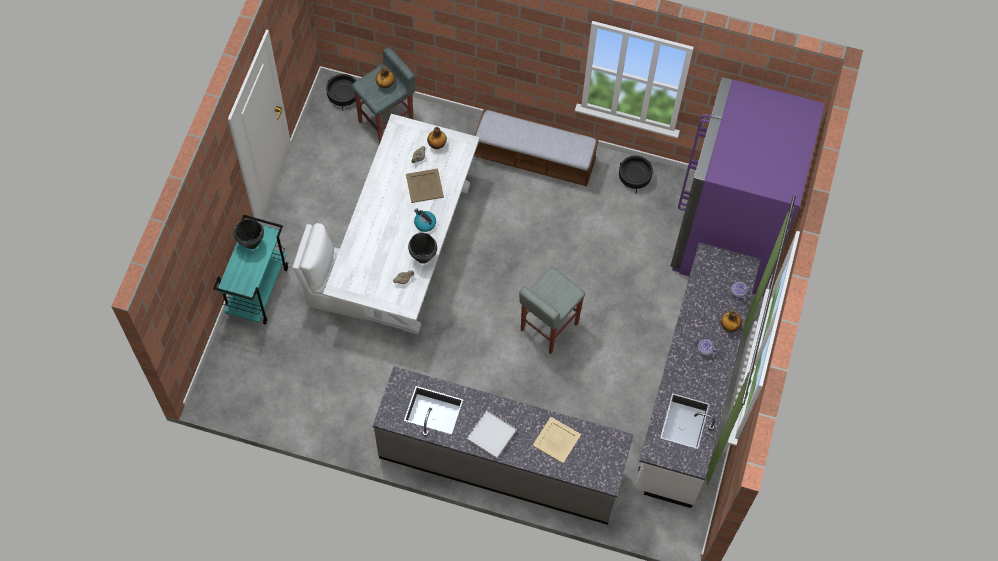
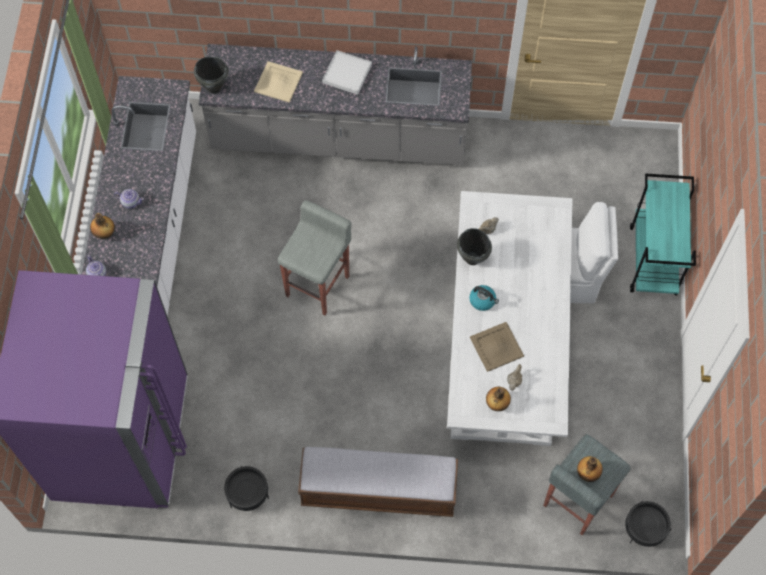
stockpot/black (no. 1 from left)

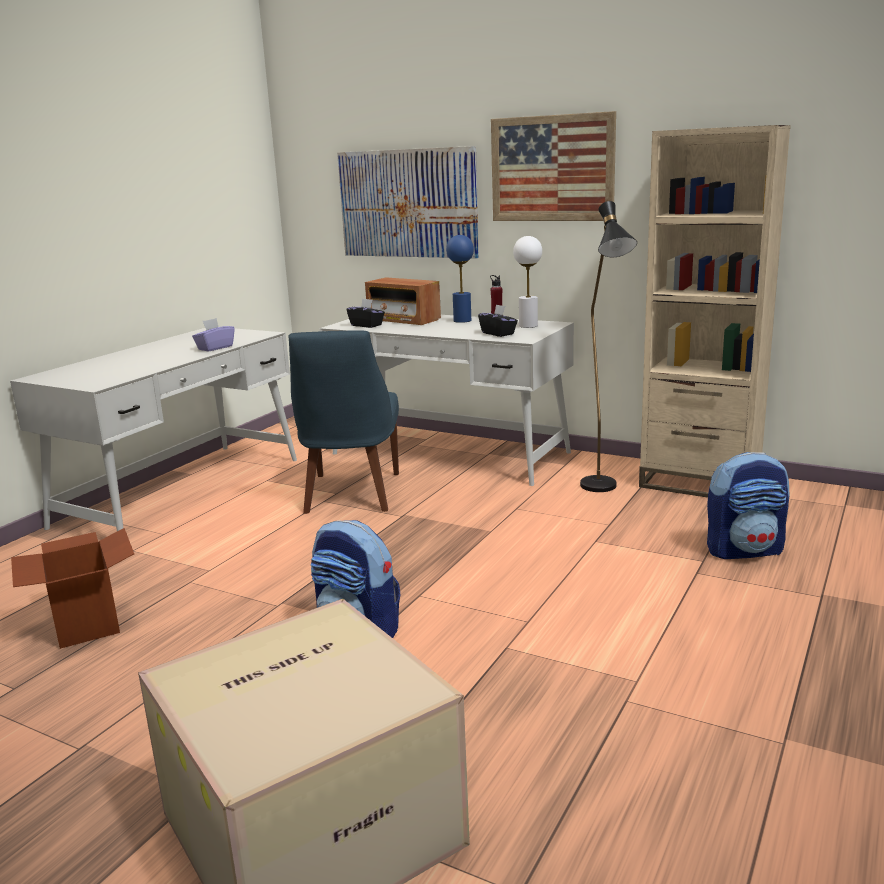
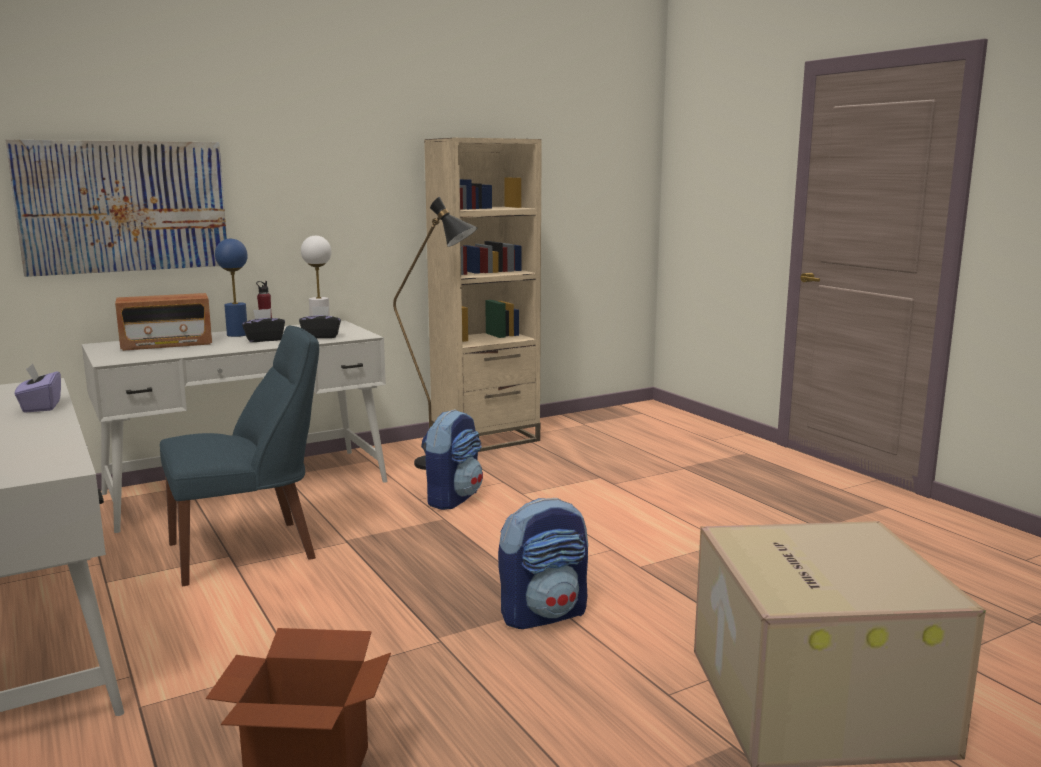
picture (no. 2 from left in the first image); tissue box/black (no. 1 from left); knapsack (no. 1 from left); chair/blue

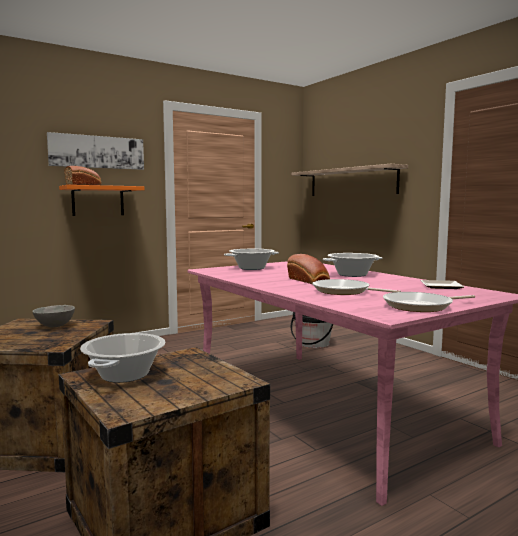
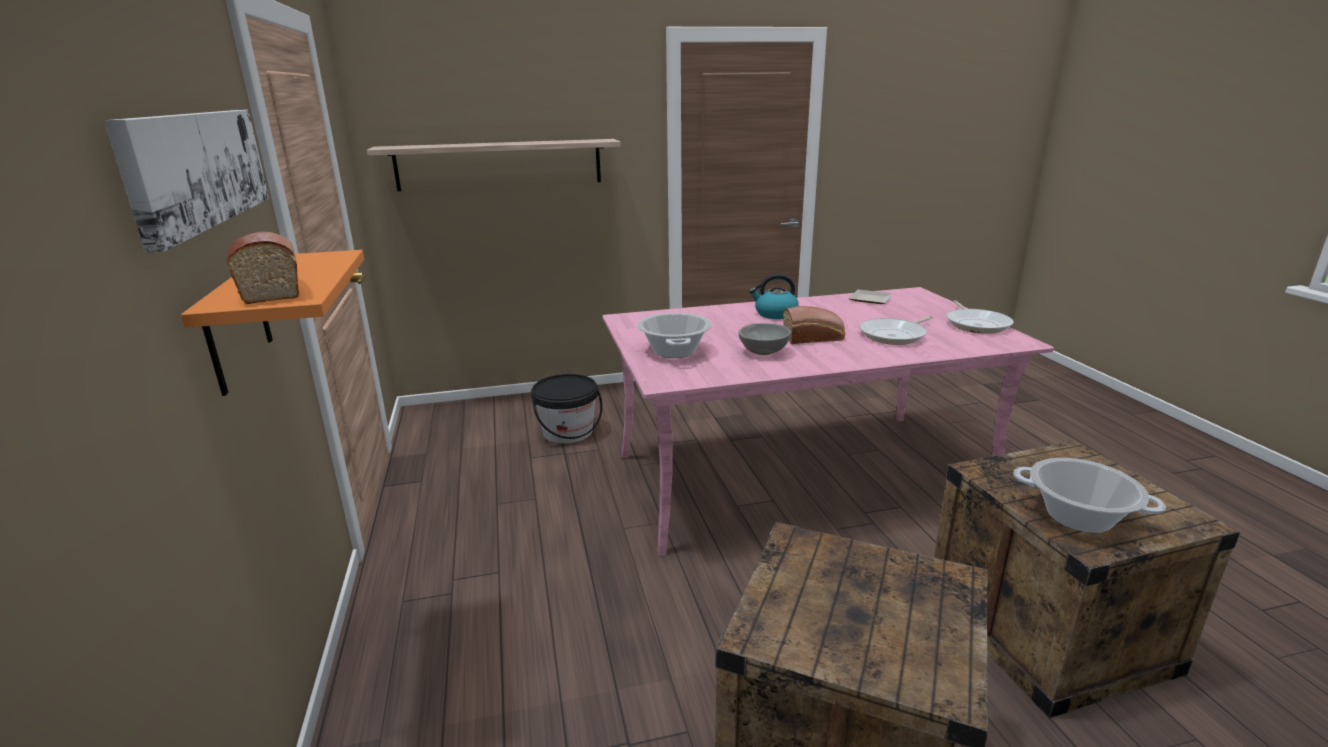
bowl/grey; tea kettle

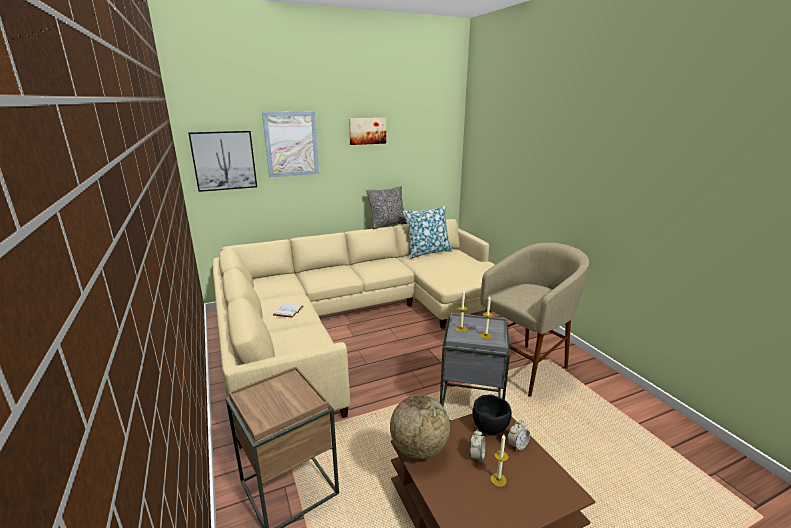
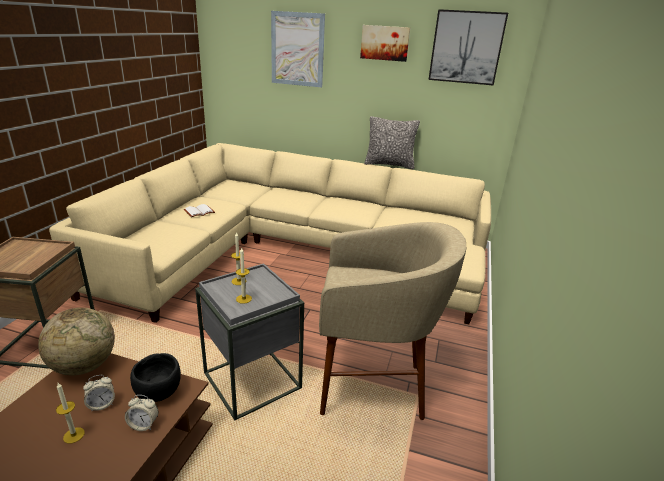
pillow (no. 2 from left in the first image); picture (no. 3 from left)

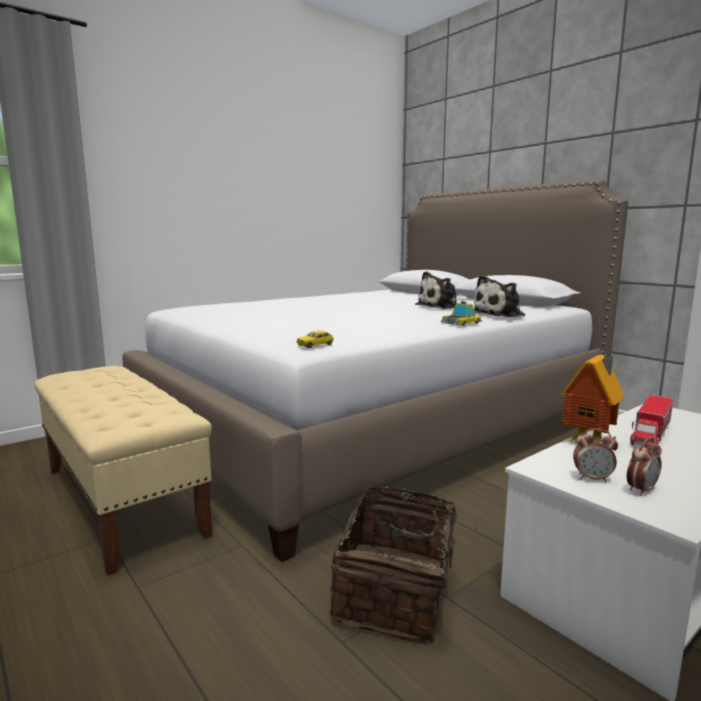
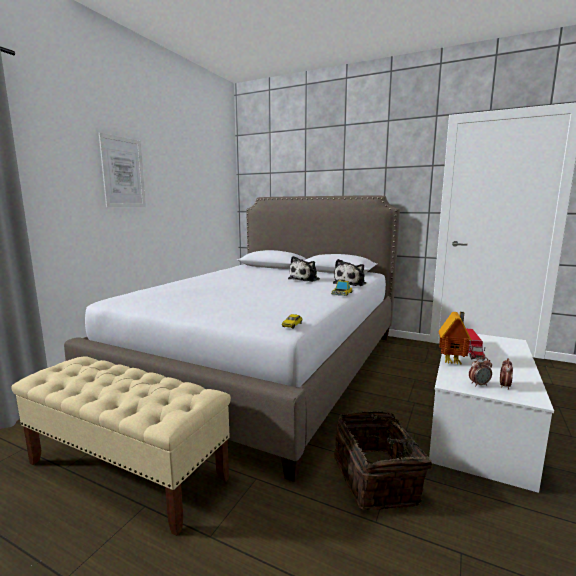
picture

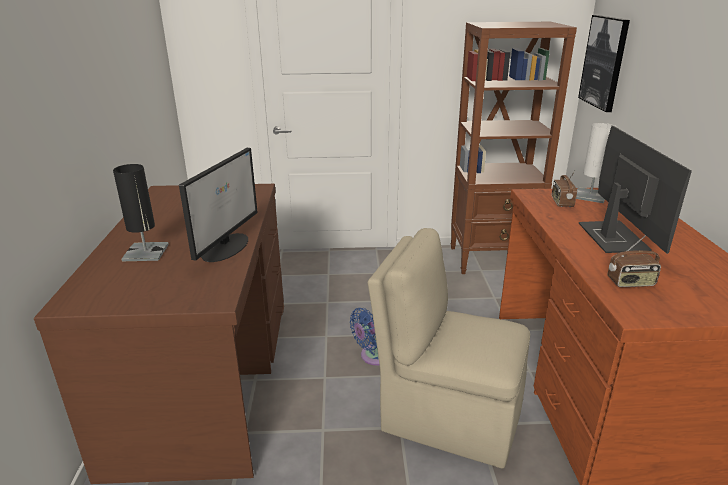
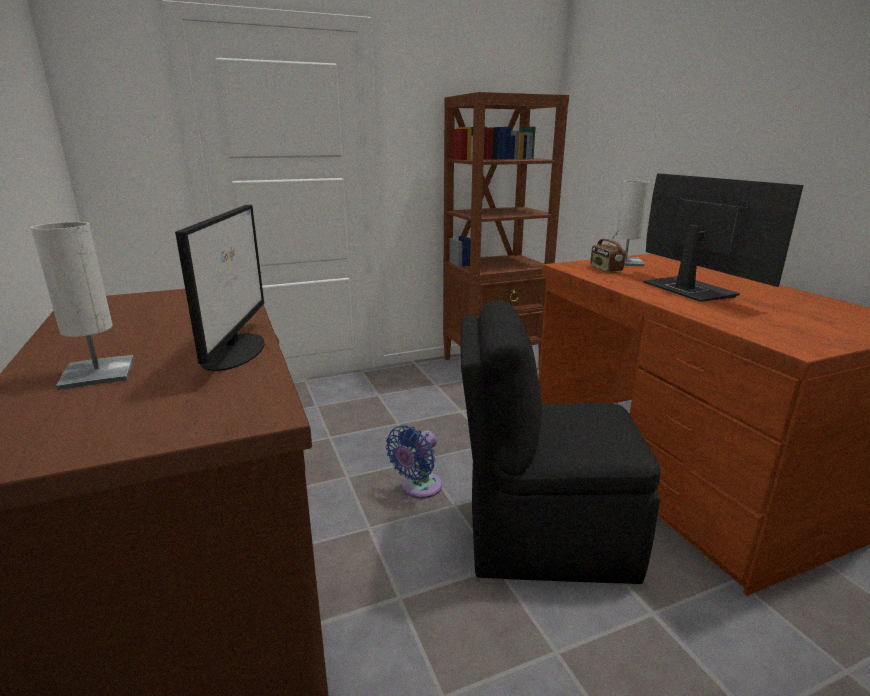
picture; radio set (no. 2 from left in the first image); table lamp/whitish (no. 1 from left); chair/black

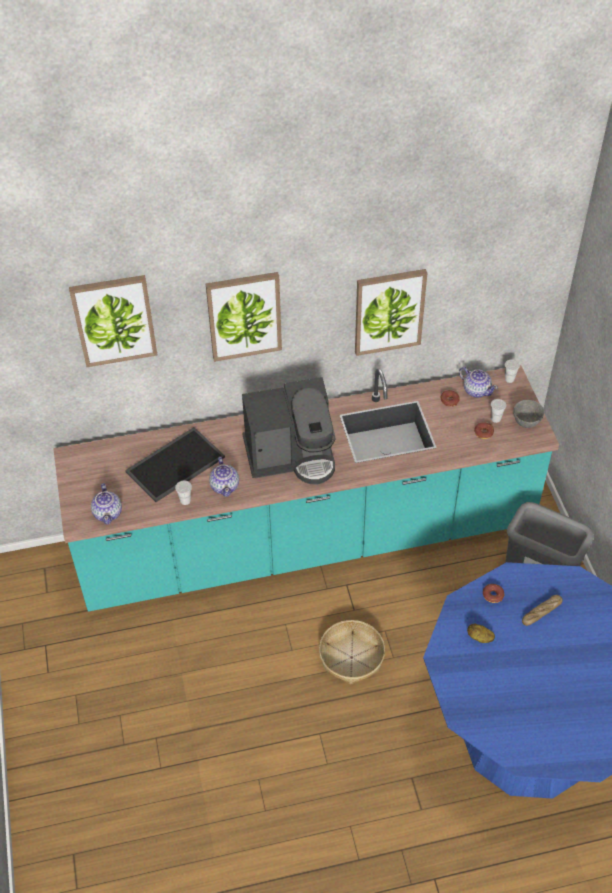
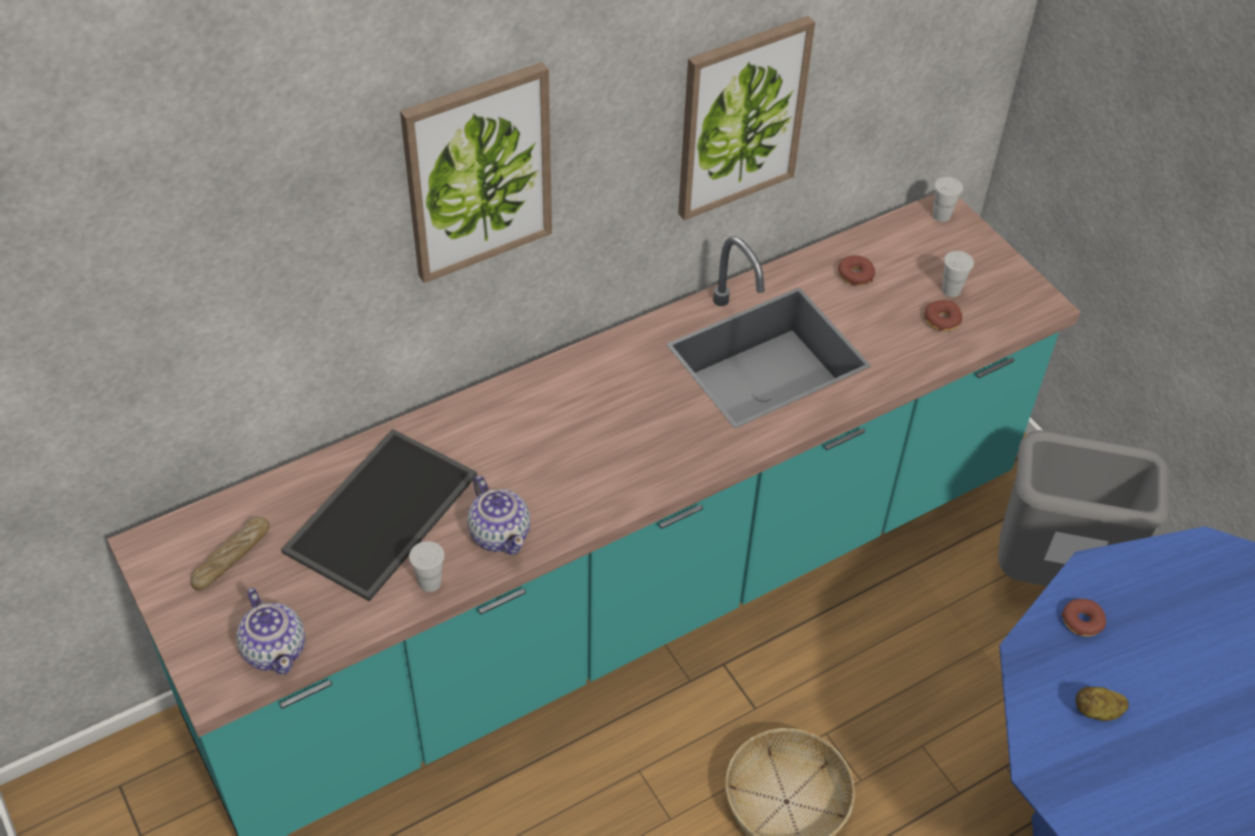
picture (no. 1 from left in the first image); coffee maker; tea pot (no. 3 from left in the first image); bowl/grey; bakery bread

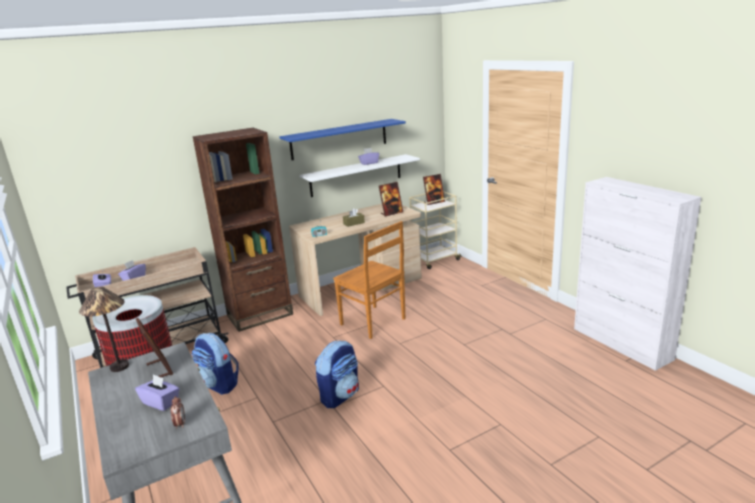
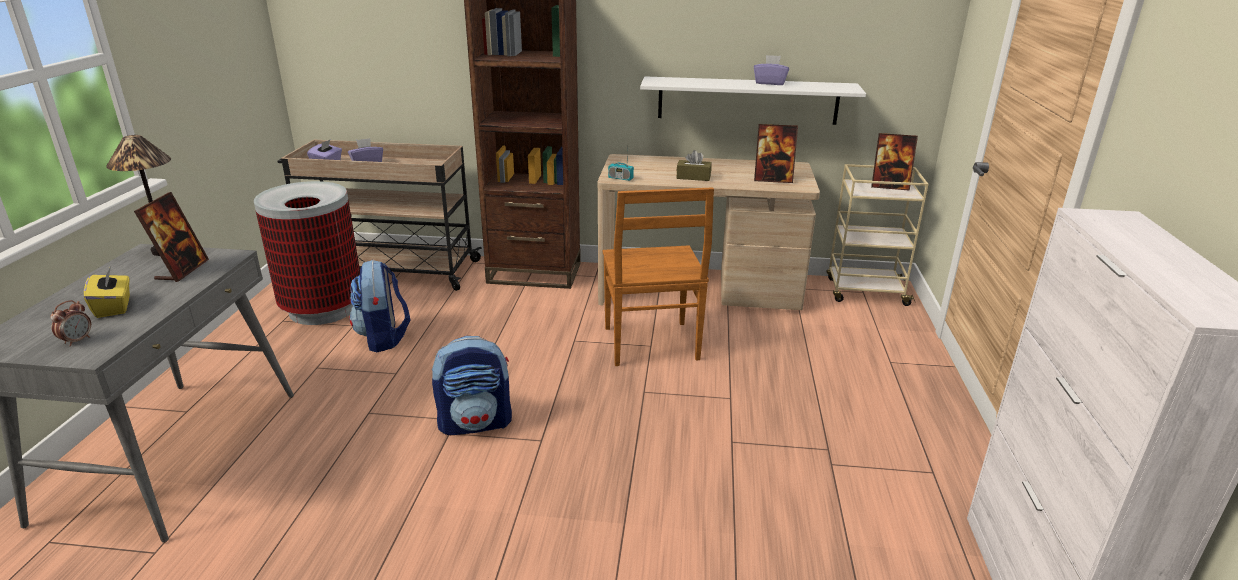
shelf/blue; tissue box/yellow-coloured

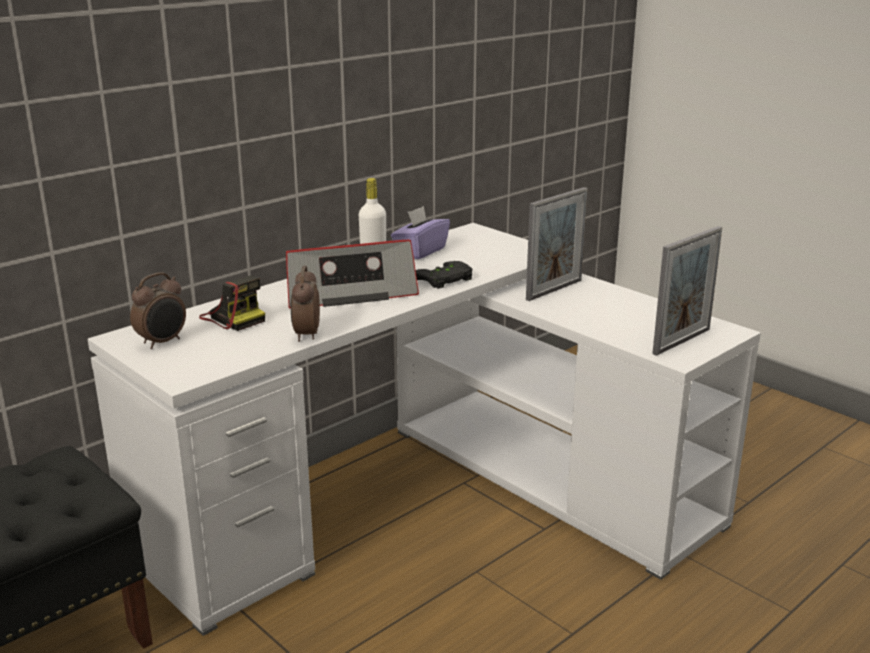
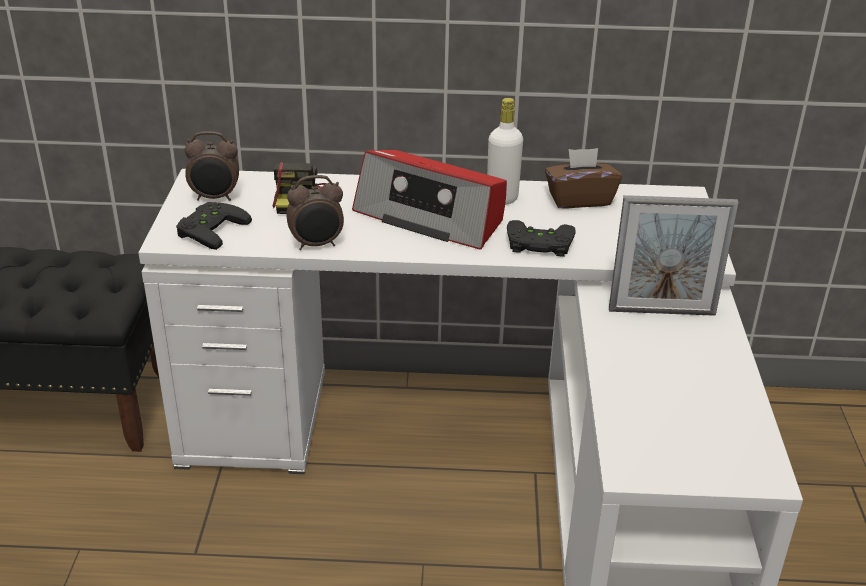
photo frame (no. 2 from left in the first image); gamepad/black (no. 1 from left); tissue box/brown; table clock (no. 2 from left)

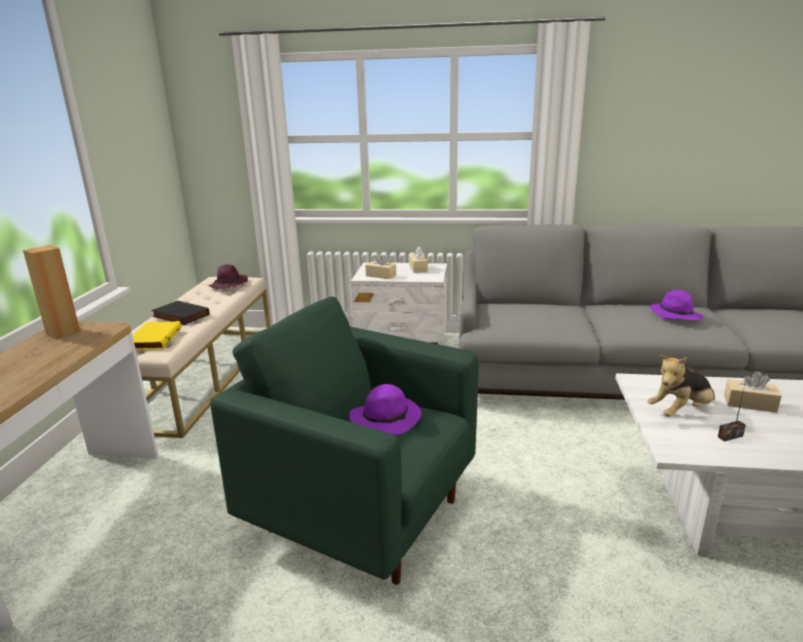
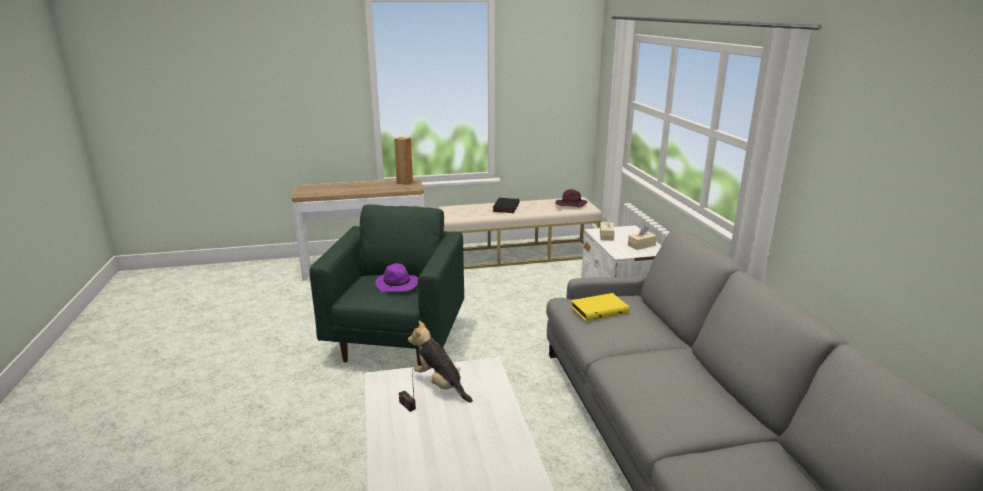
hat/purplish (no. 3 from left in the first image); tissue box/beige-coloured (no. 3 from left in the first image); bound book/yellow-coloured

